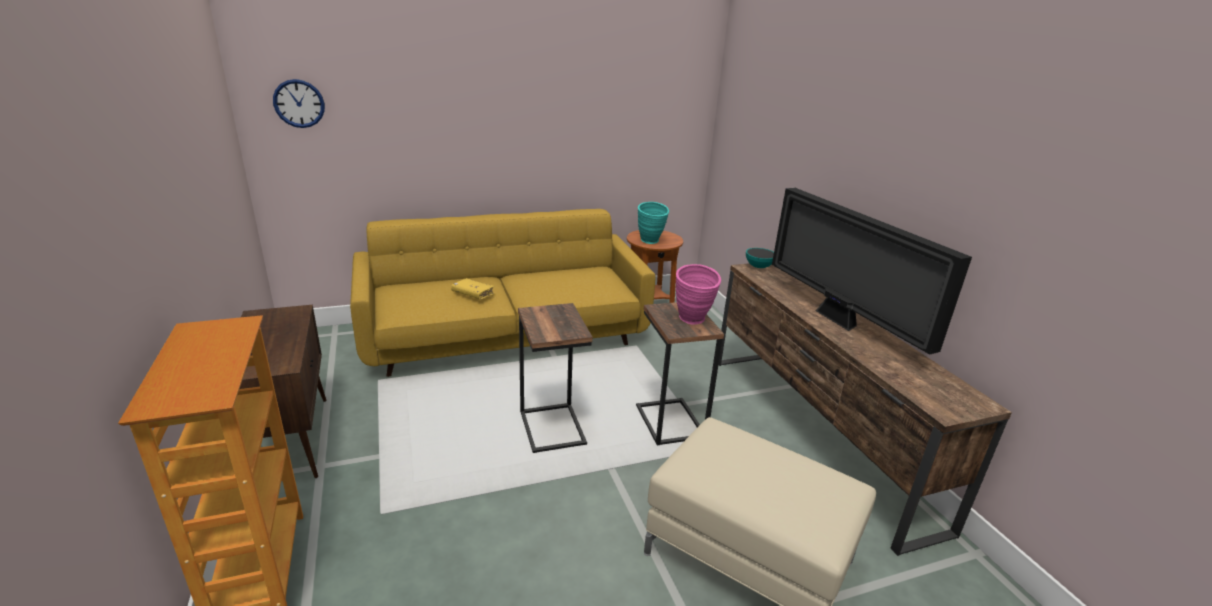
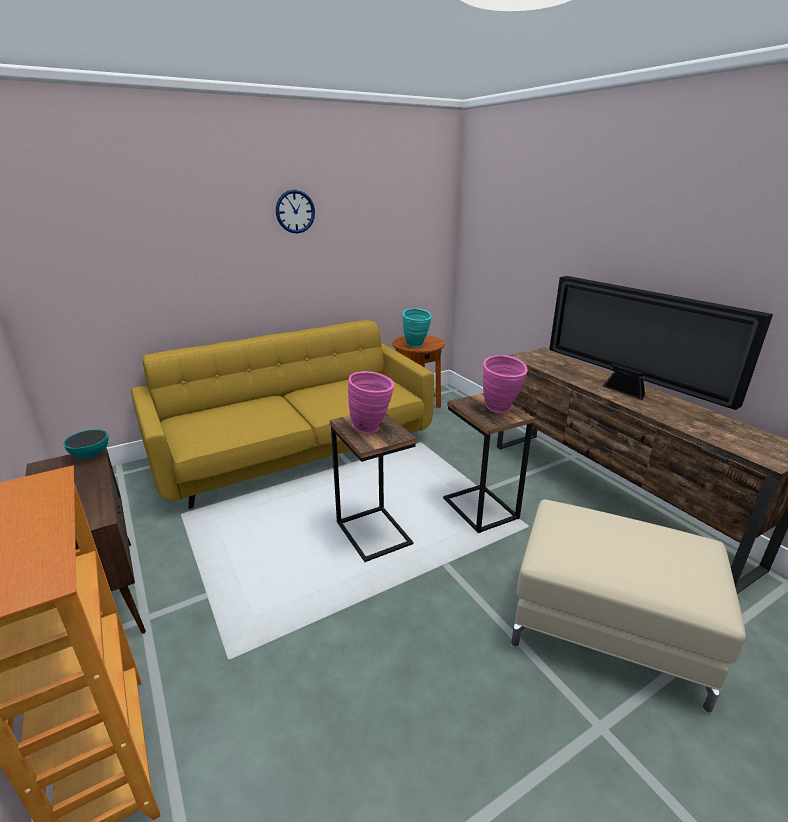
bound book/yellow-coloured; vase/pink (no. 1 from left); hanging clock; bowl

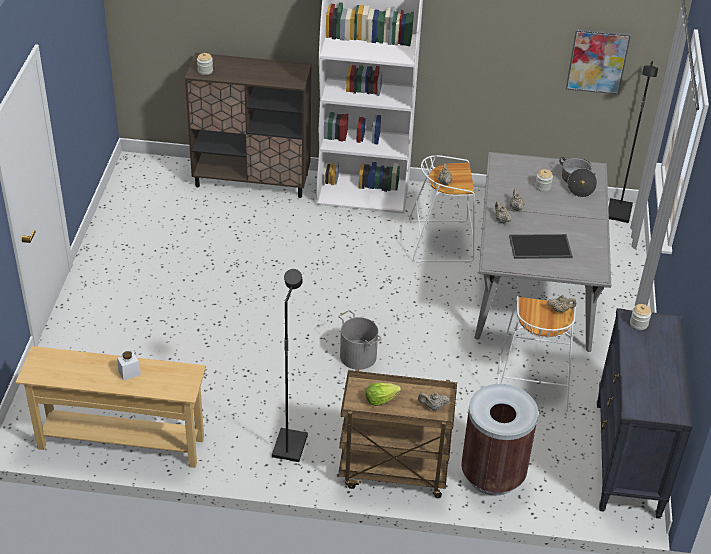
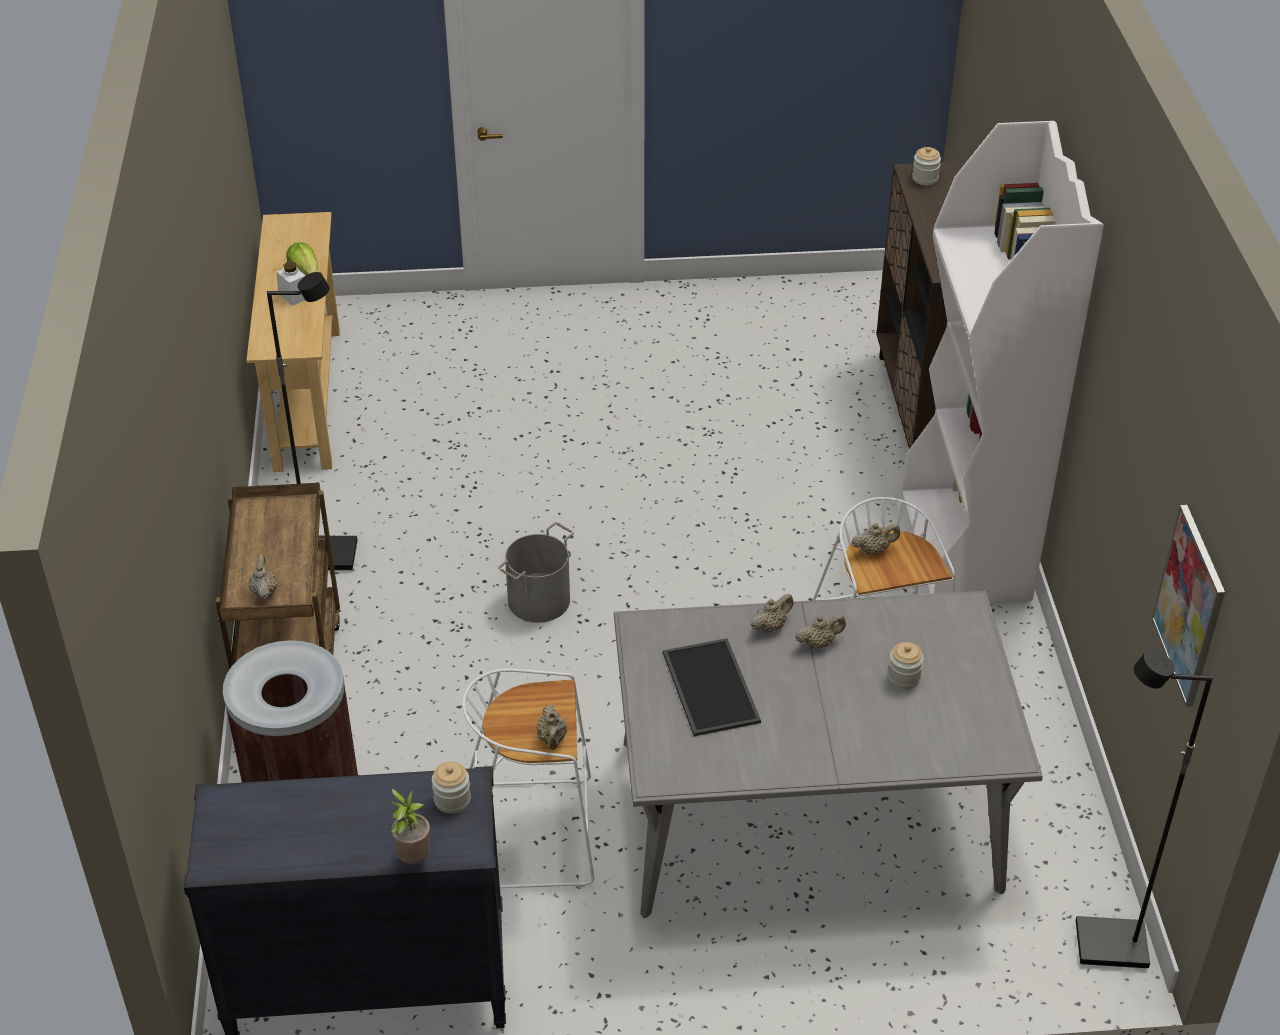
stockpot; plant in a pot; lettuce head

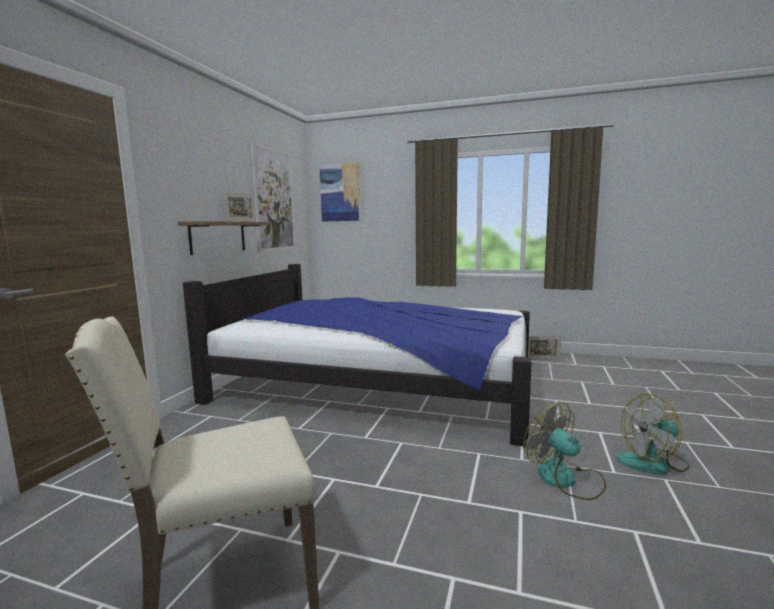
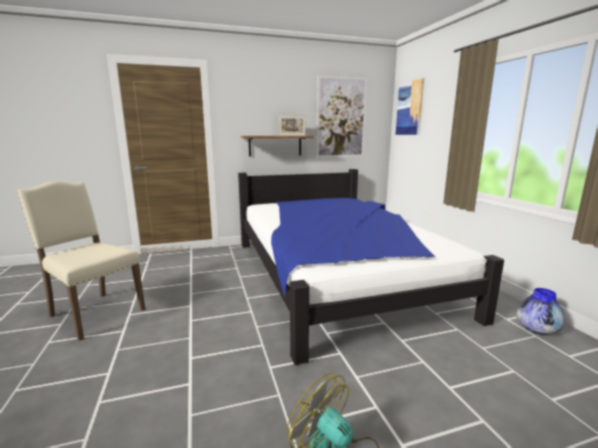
fan (no. 1 from left in the first image); vase

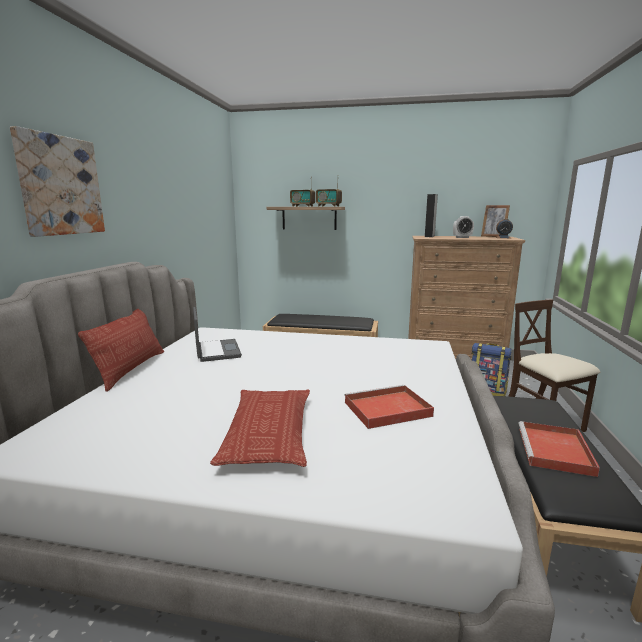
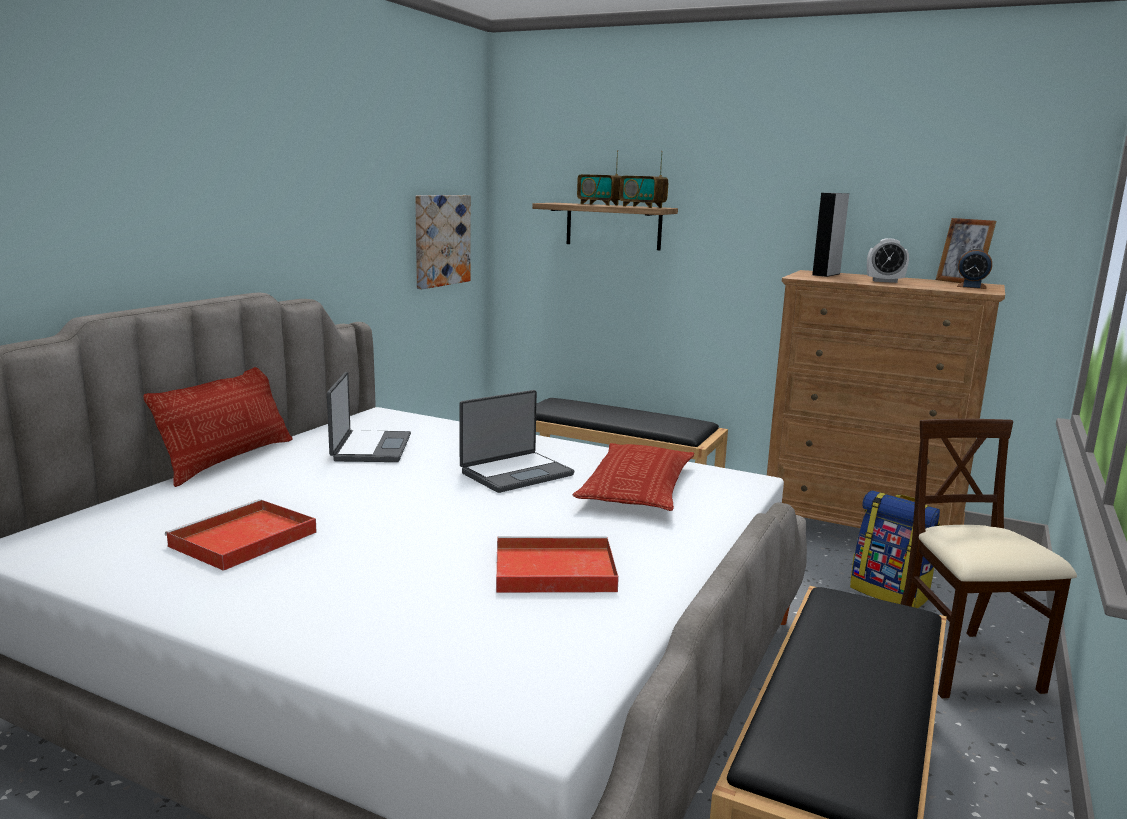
laptop (no. 2 from left); picture; pillow (no. 2 from left); carrying tray/red-coloured (no. 1 from left)

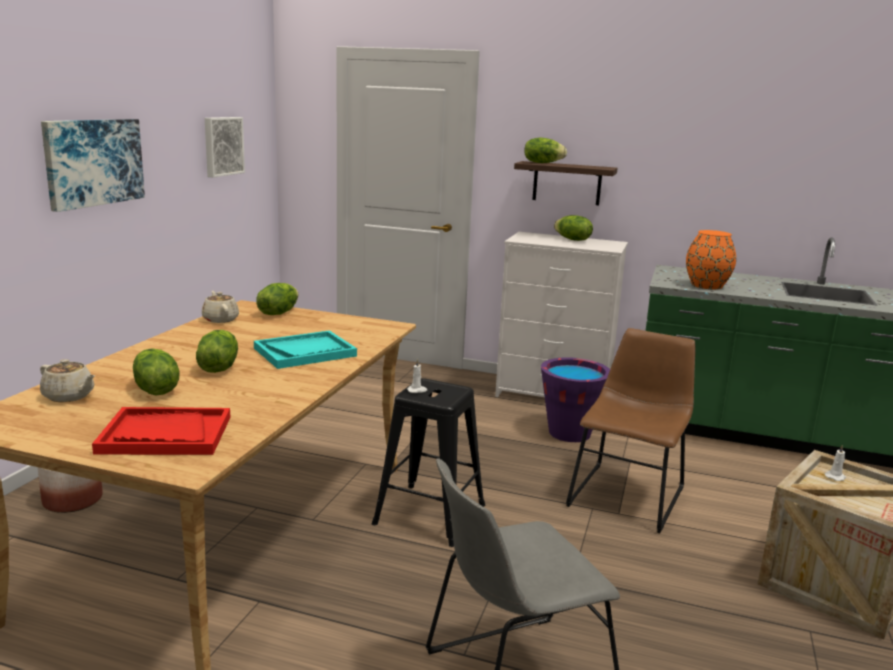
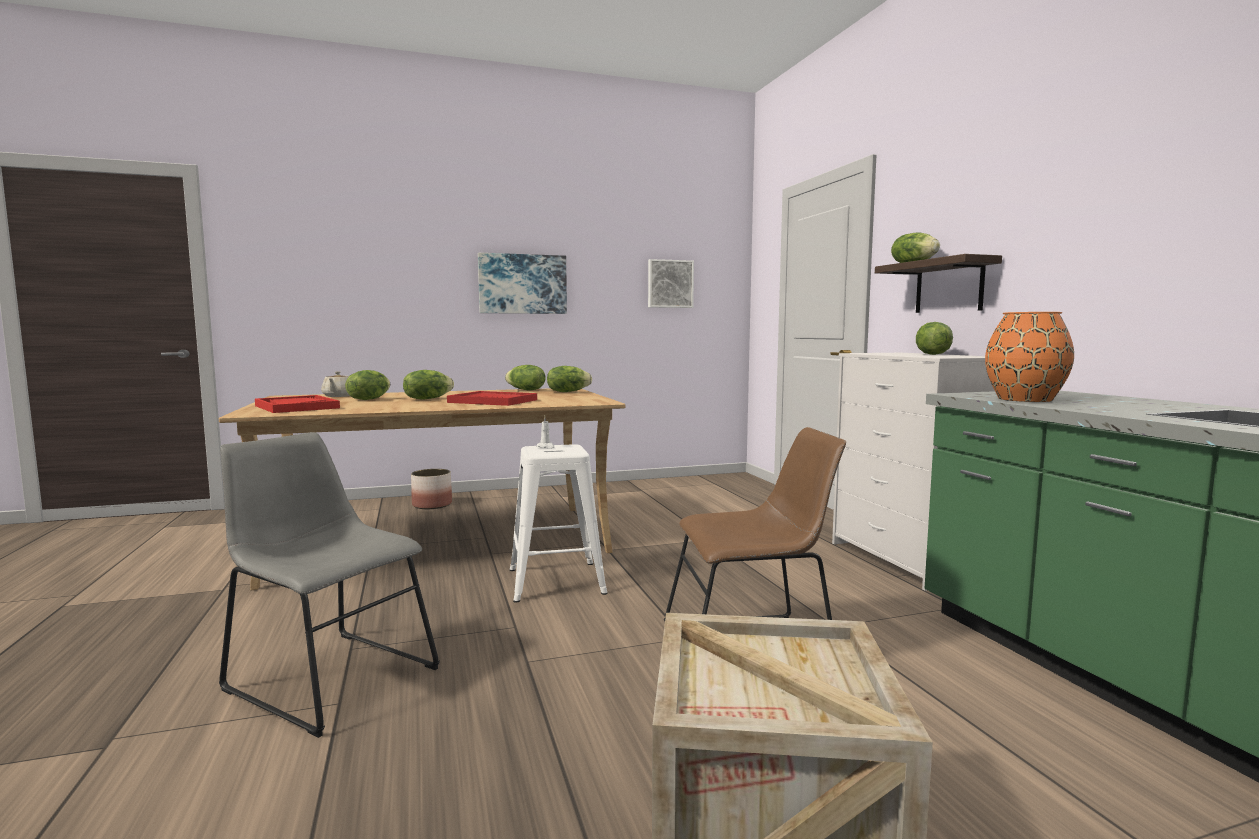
water bucket/purplish; wax candle/whitish (no. 2 from left in the first image); lettuce head (no. 3 from left); carrying tray/red-coloured (no. 2 from left); stool/whitish

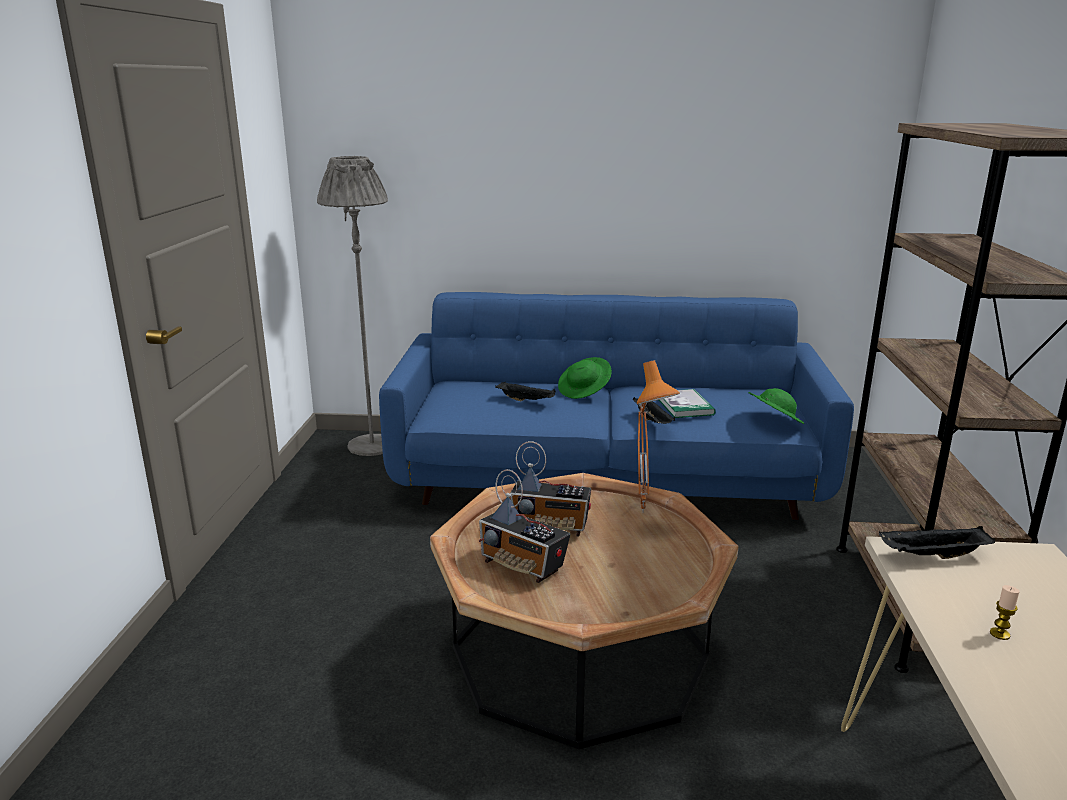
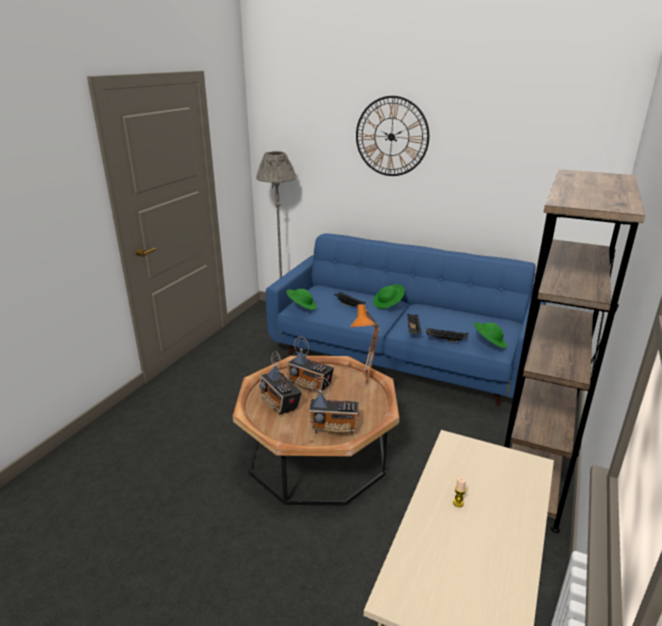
bound book; hat/green-coloured (no. 1 from left); radio set (no. 3 from left); hanging clock; carrying tray/black (no. 3 from left)

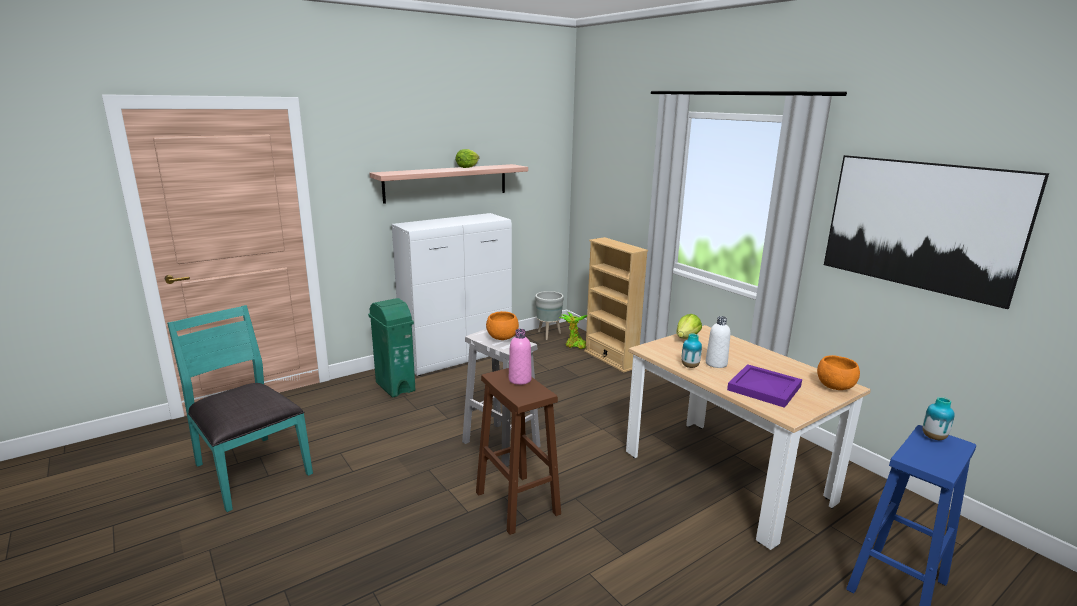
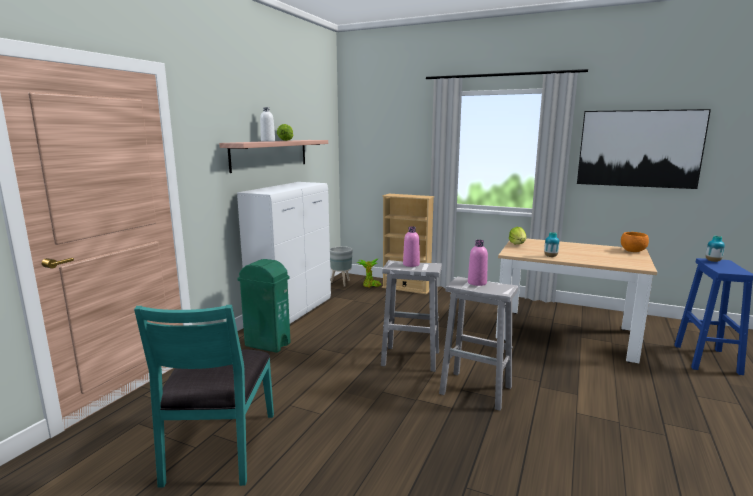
carrying tray/purplish; bottle/whitish; bottle/pink (no. 1 from left); stool/whitish (no. 2 from left); chair/turquoise-coloured

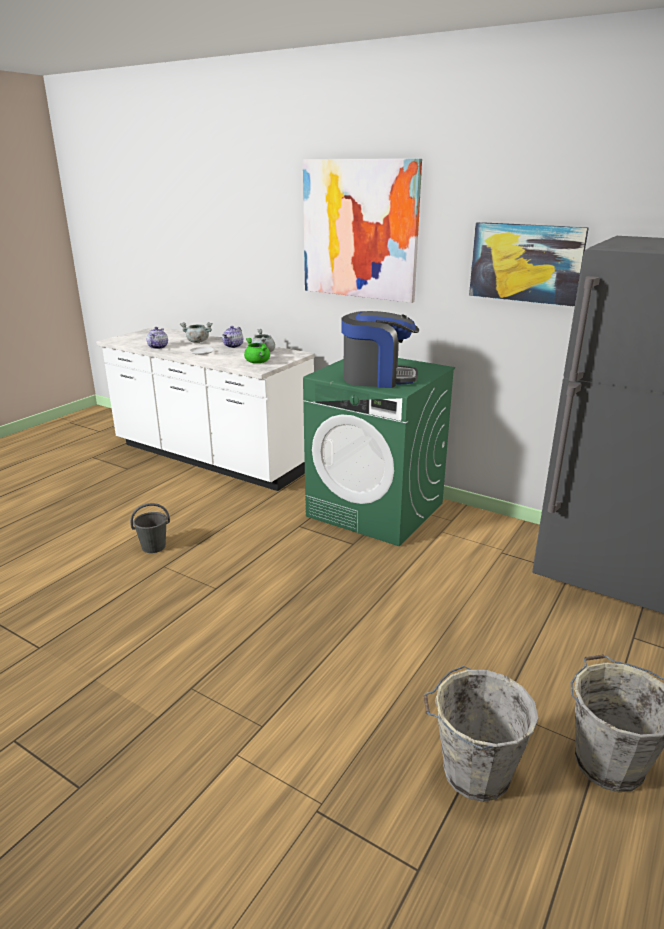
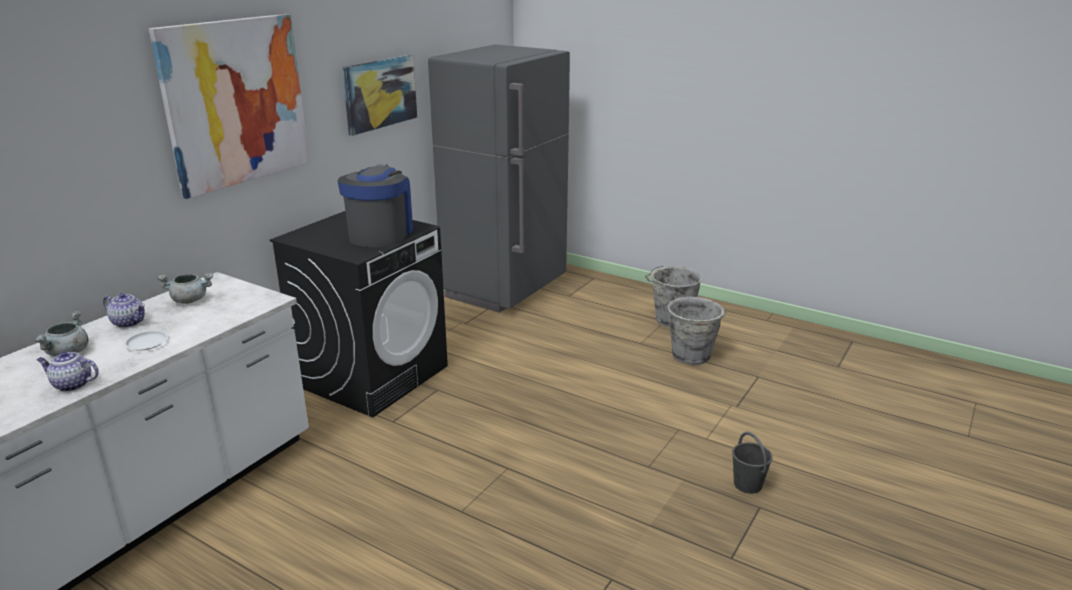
stockpot/green-coloured; water bucket/grey (no. 3 from left); washing machine/black

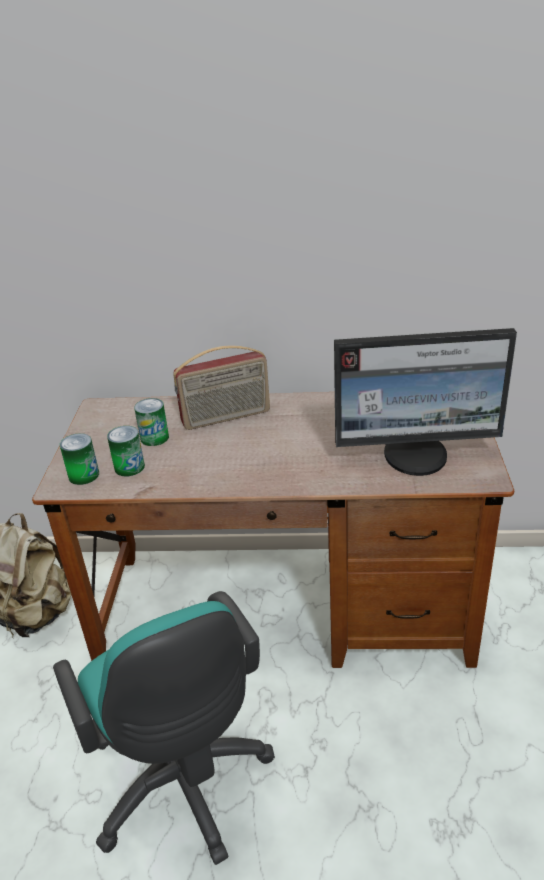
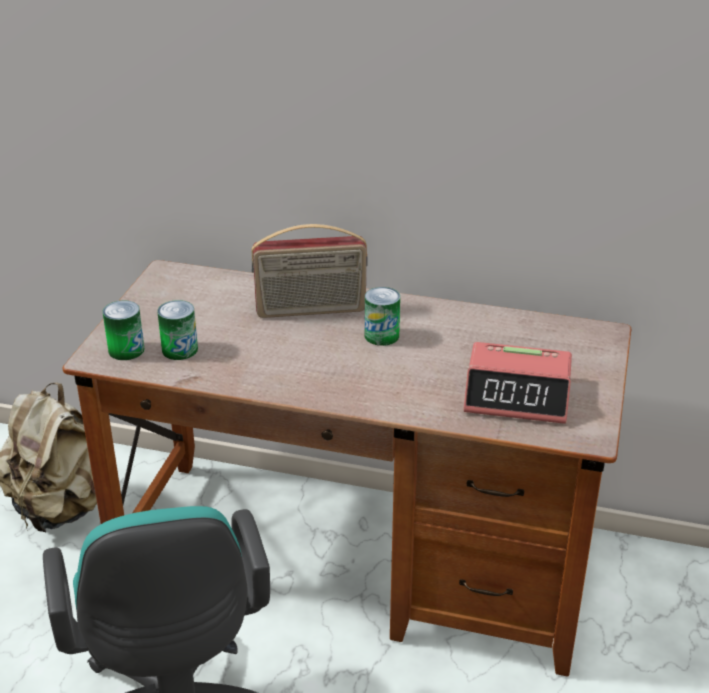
can (no. 3 from left); table clock

